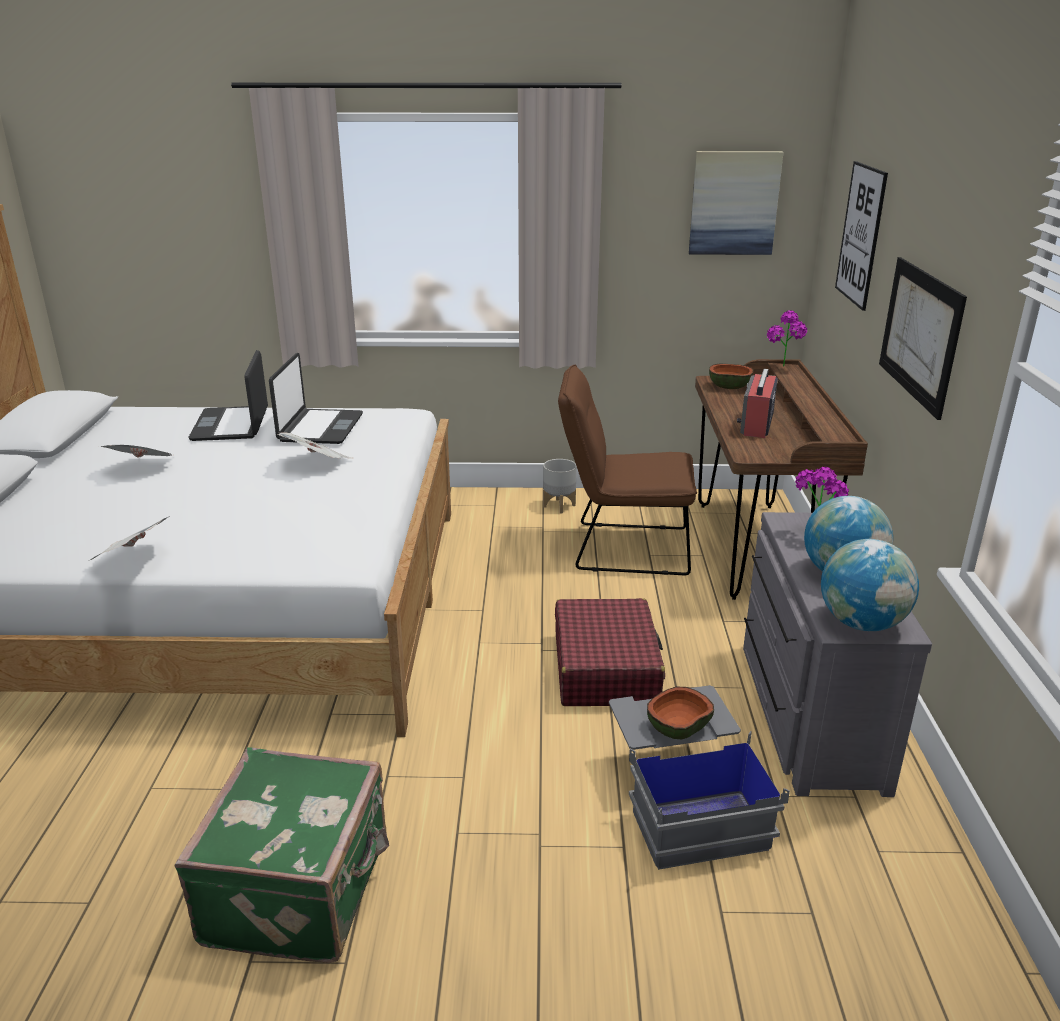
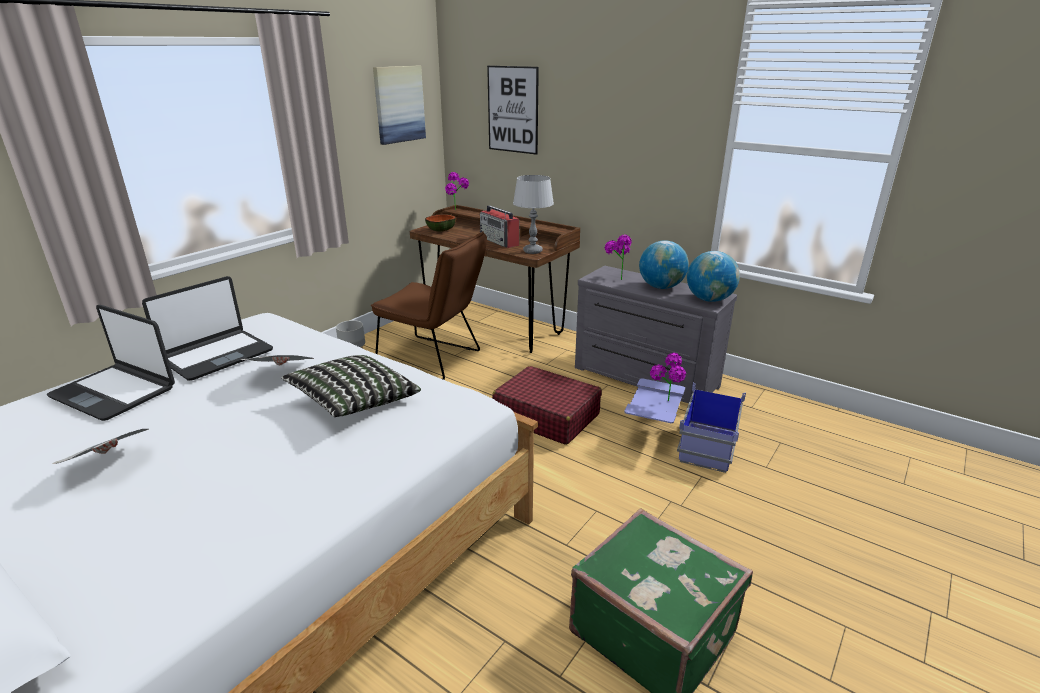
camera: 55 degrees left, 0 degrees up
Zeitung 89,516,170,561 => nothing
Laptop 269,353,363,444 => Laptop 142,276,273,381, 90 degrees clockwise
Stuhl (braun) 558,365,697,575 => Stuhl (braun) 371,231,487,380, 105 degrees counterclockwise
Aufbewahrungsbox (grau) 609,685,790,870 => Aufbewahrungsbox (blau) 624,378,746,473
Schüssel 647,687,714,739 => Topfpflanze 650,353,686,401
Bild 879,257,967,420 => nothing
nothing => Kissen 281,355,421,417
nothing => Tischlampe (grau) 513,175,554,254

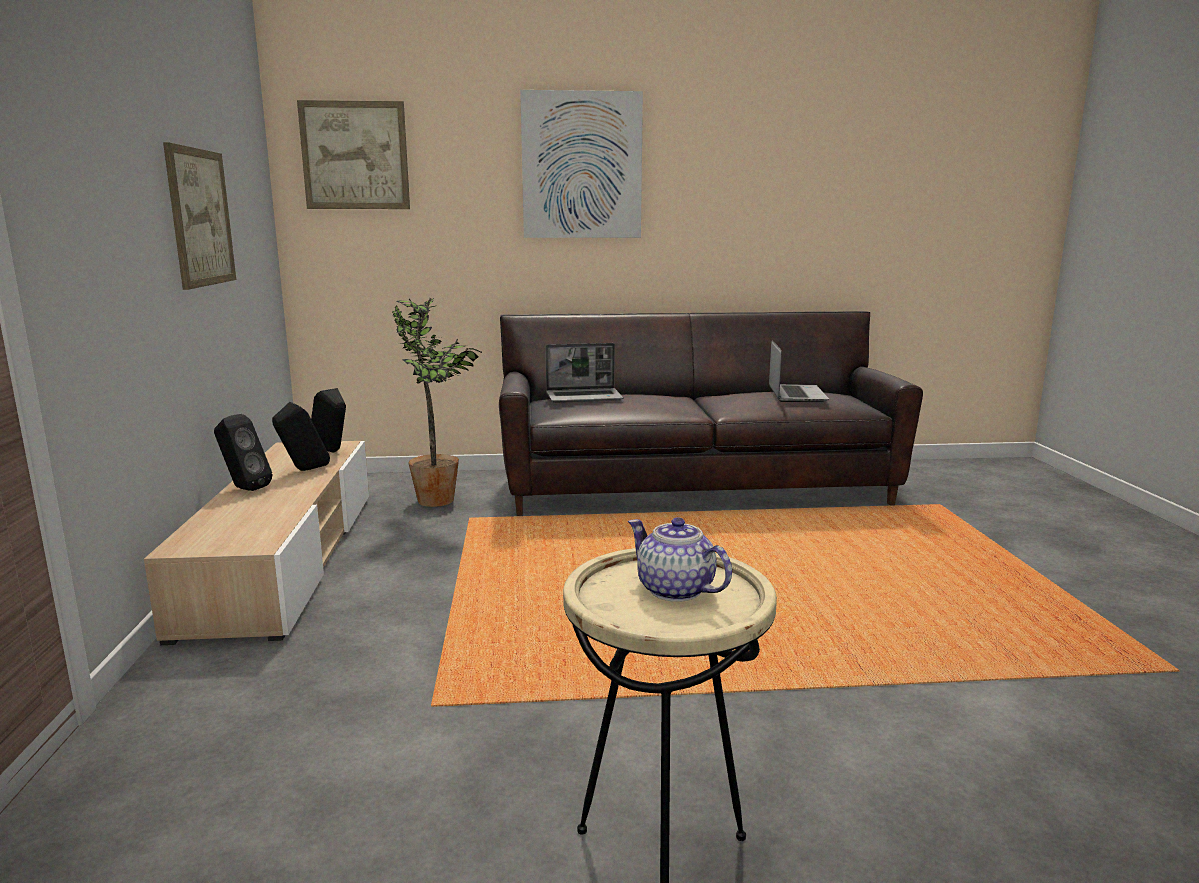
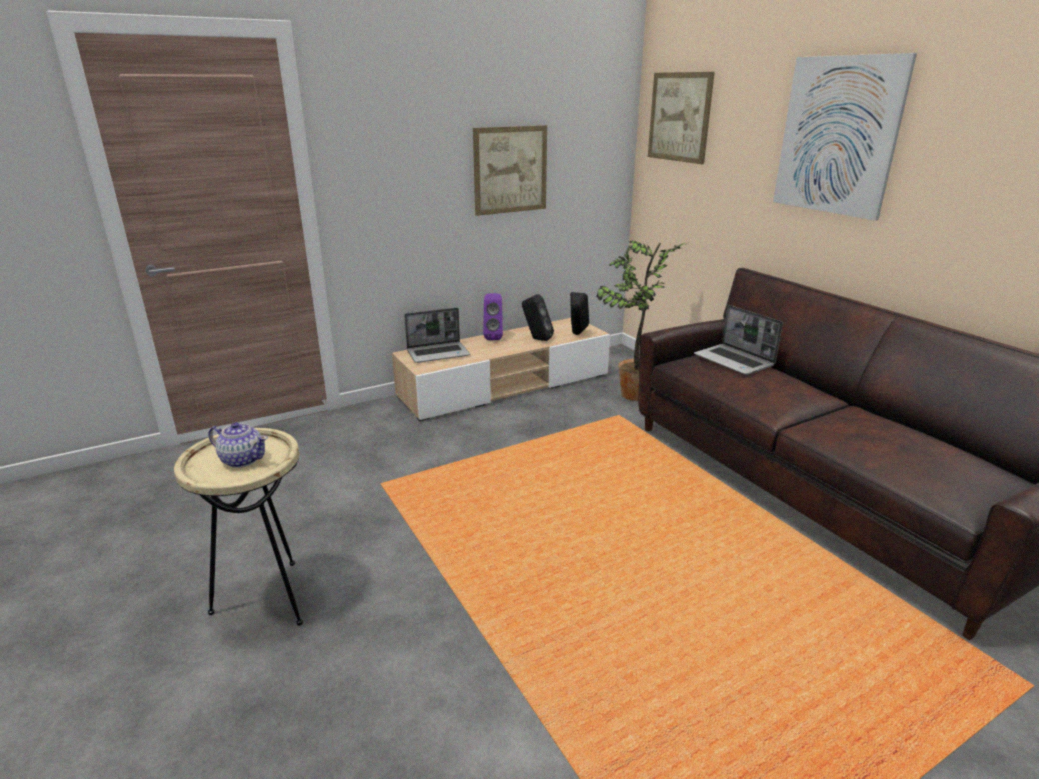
camera: 65 degrees right, 10 degrees up
Lautsprecher (schwarz) 214,414,273,491 => Lautsprecher (lila) 483,293,503,340
Teekanne 628,517,732,602 => Teekanne 208,422,268,468, 90 degrees clockwise
Laptop 769,340,829,402 => Laptop 404,308,470,363, shifted

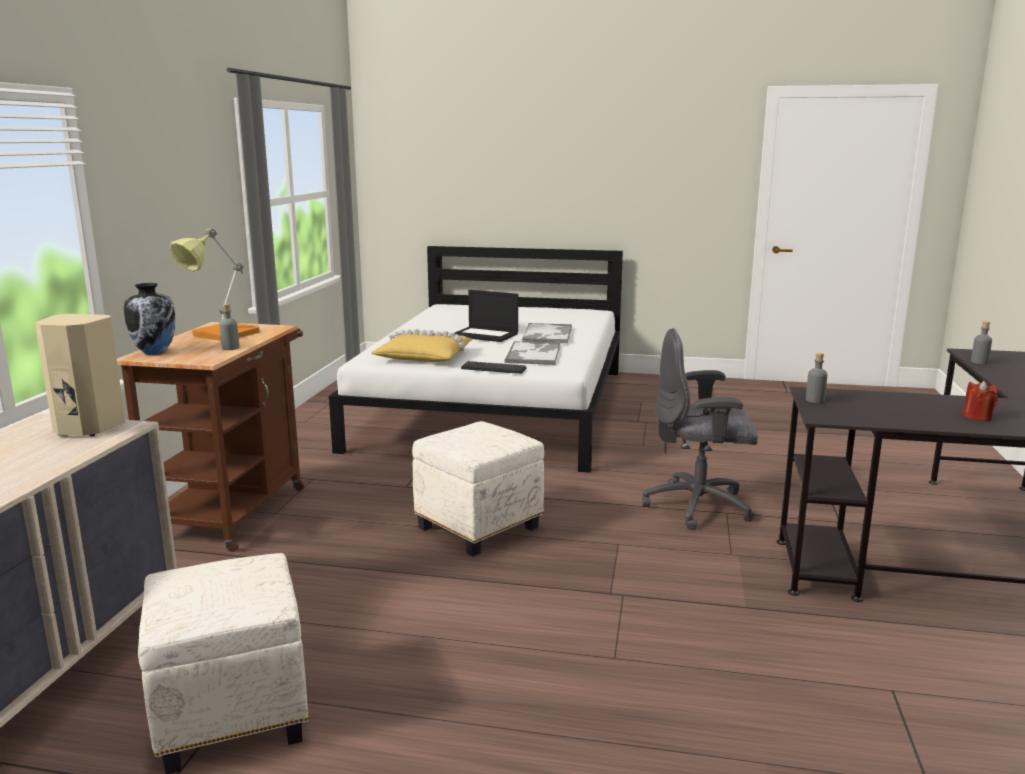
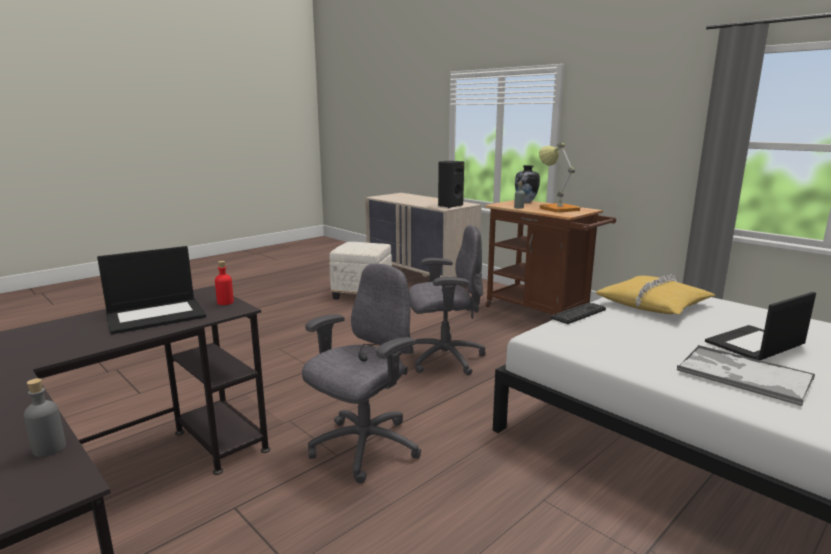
camera: 125 degrees right, 0 degrees up
Lautsprecher (beige) 35,314,125,436 => Lautsprecher (schwarz) 438,161,464,208
Polsterhocker (weiß) 412,421,544,556 => Bürostuhl (grau) 409,225,485,376
Tablett 504,341,560,365 => nothing
Flasche (grau) 806,353,827,403 => Flasche (rot) 215,261,234,305
Kerze (rot) 962,381,998,421 => nothing
nothing => Laptop 97,246,206,334

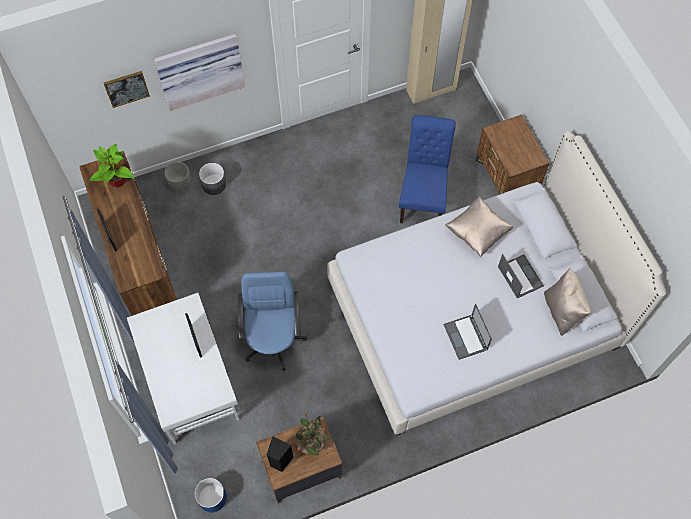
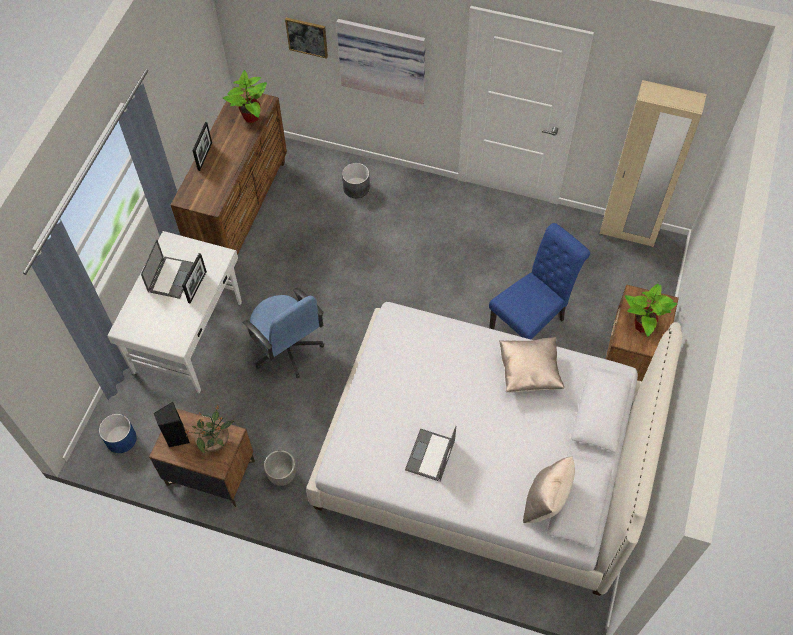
camera: 40 degrees right, 5 degrees down
Pflanzkübel 164,162,190,190 => Pflanzkübel 264,450,296,486, shifted
Bürostuhl (blau) 238,271,307,371 => Bürostuhl (blau) 243,288,324,378, 105 degrees clockwise
Laptop 498,254,544,298 => Laptop 141,239,194,299, shifted
nothing => Topfpflanze 625,284,677,337

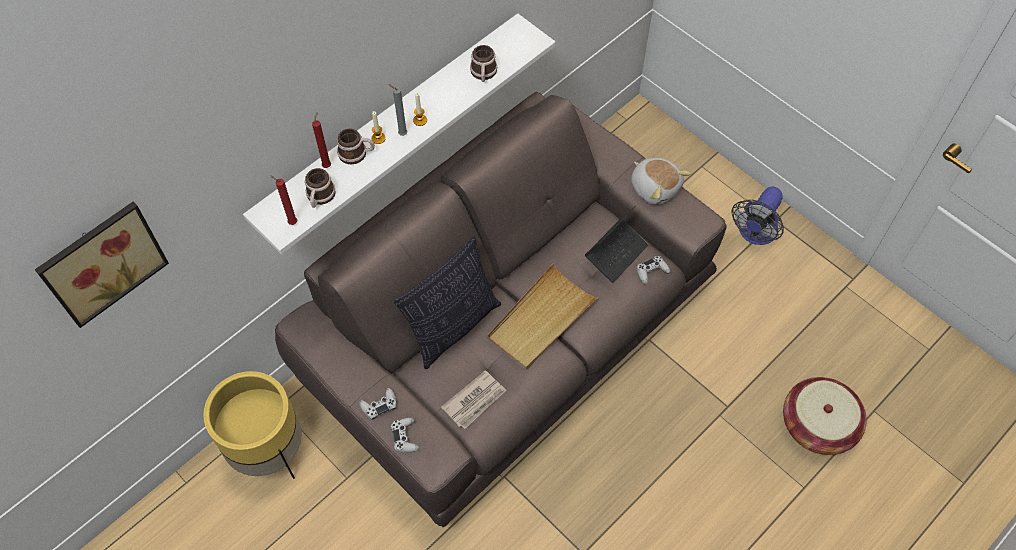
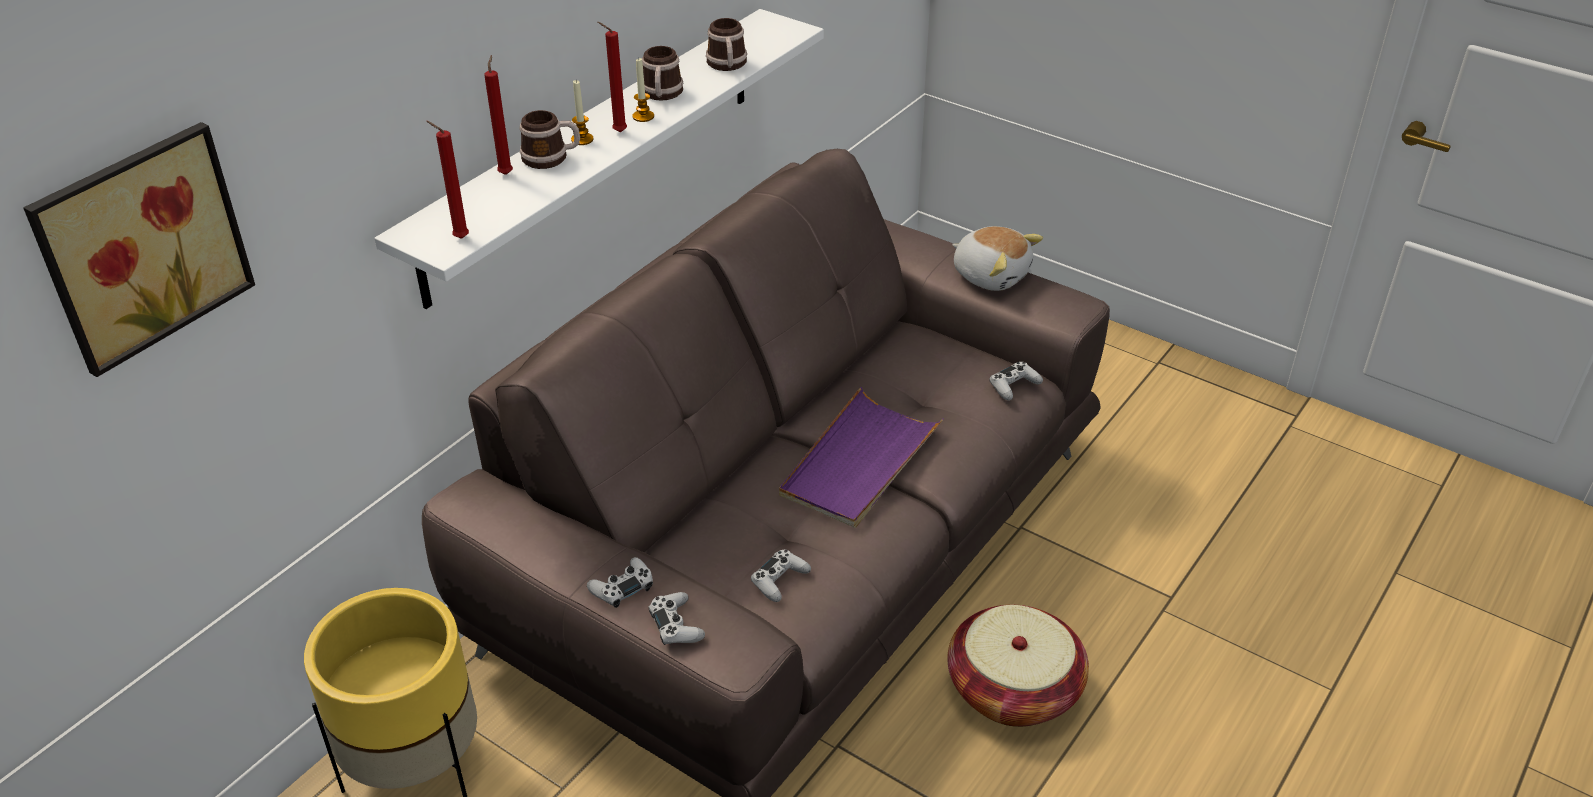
camera: 10 degrees left, 20 degrees down
Henkelbecher 305,168,336,208 => Henkelbecher 642,46,684,101, shifted
Kerze (grau) 388,84,407,136 => Kerze (rot) 597,22,627,132
Kissen 394,236,501,369 => nothing
Zeitung 441,370,507,429 => Gamepad (weiß) 751,549,811,602
Tablett (beige) 487,264,598,370 => Tablett (lila) 779,387,944,528
Laptop 585,206,648,283 => nothing
Ventilator 731,187,784,245 => nothing
Korb 783,377,867,455 => Korb 947,605,1089,727, shifted

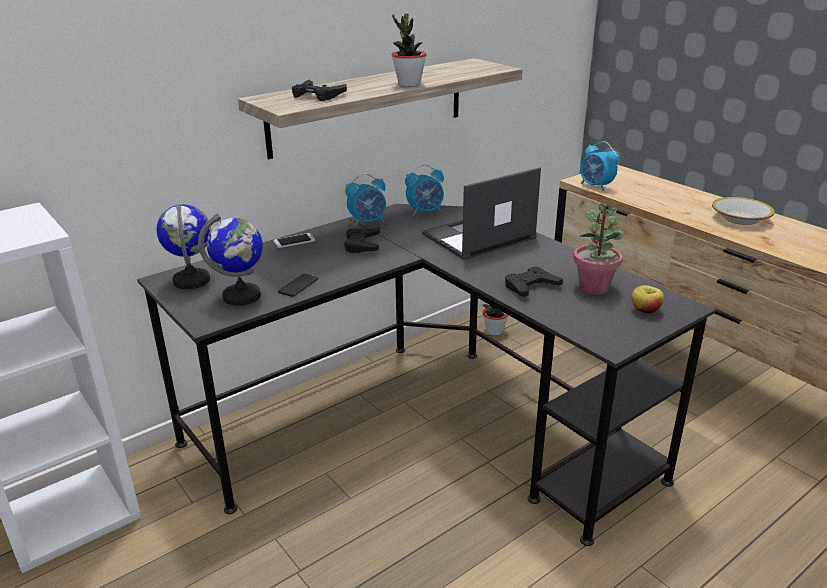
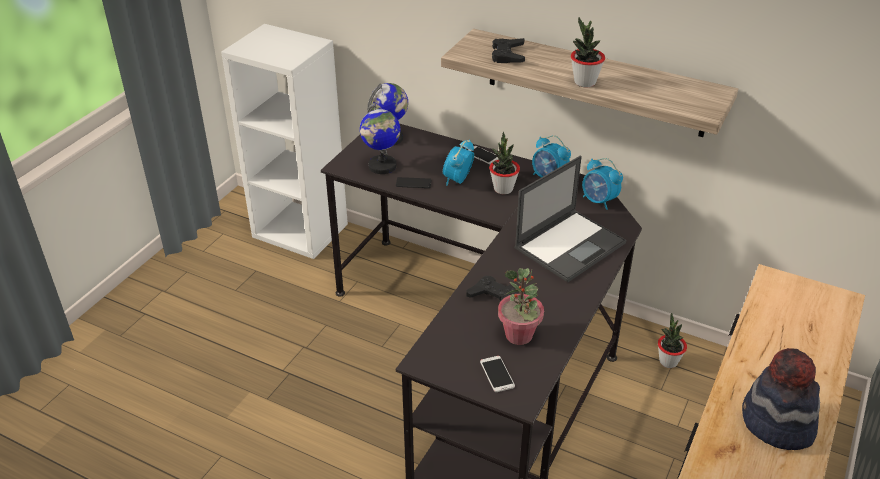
camera: 65 degrees right, 10 degrees up
Gamepad (schwarz) 344,228,380,253 => Topfpflanze 489,132,520,194
Laptop 422,167,541,260 => Laptop 514,156,626,282, 105 degrees clockwise
Wecker 580,141,619,191 => Wecker 443,140,474,186, shifted
Apfel 632,285,664,314 => Handy 480,356,515,392
Schüssel 712,197,775,225 => Hut 742,348,820,450

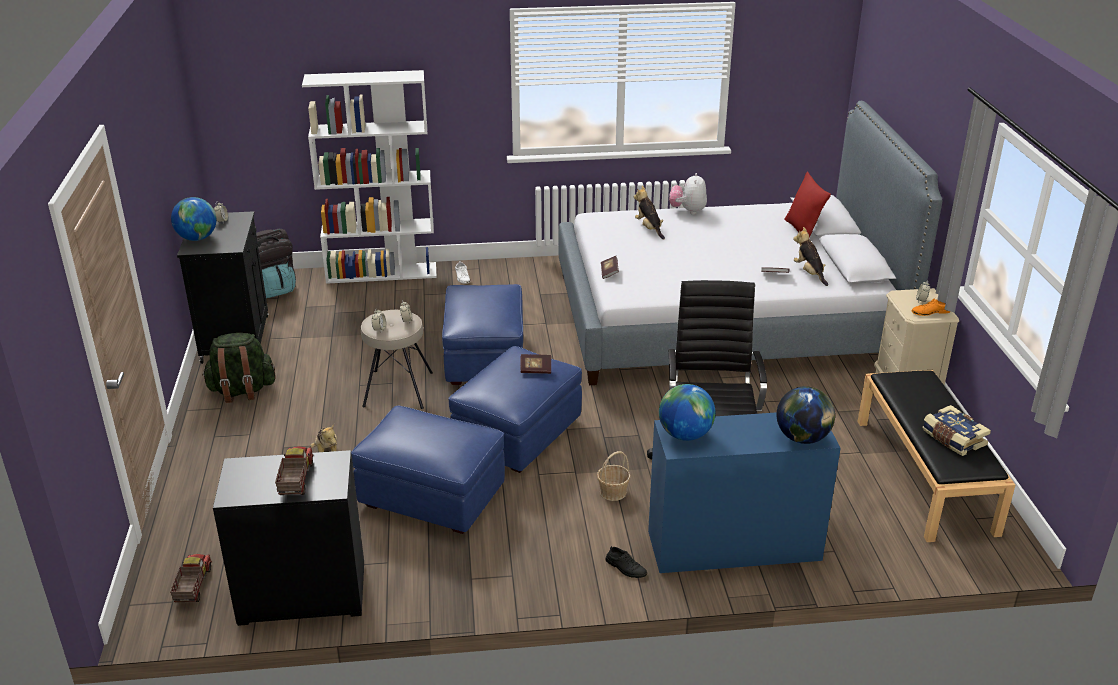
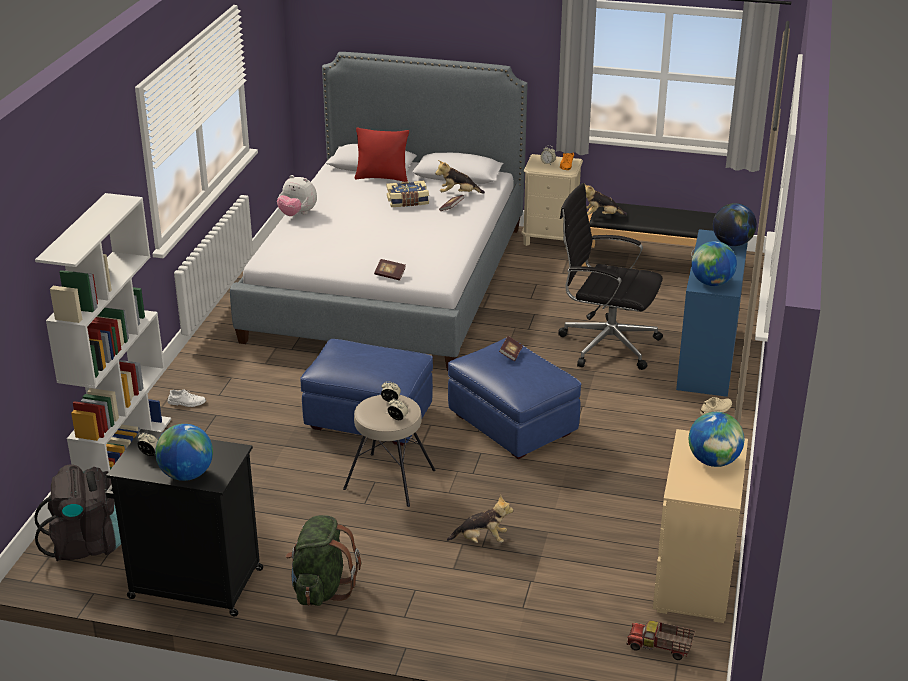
camera: 70 degrees left, 0 degrees up
Kommode (schwarz) 213,450,364,626 => Kommode (beige) 653,429,748,623
Spielzeuglaster 275,446,313,495 => Globus 689,412,744,467
Polsterhocker (blau) 351,406,505,534 => nothing
Korb 597,451,630,501 => nothing
Schuh (schwarz) 606,546,647,578 => Schuh (beige) 700,397,732,415
Plüschtier 634,186,665,239 => Plüschtier 585,184,627,215, shifted
Buch 922,405,991,456 => Buch 386,181,429,207, shifted

